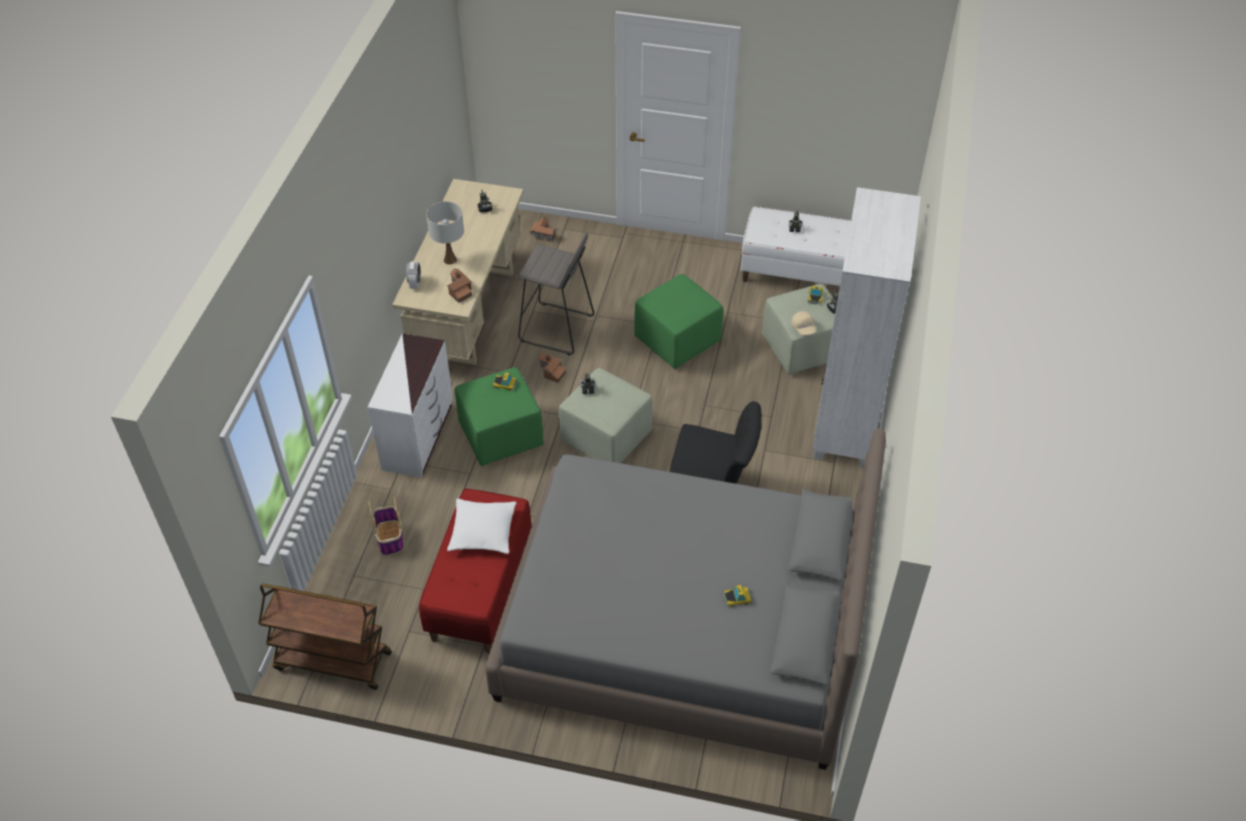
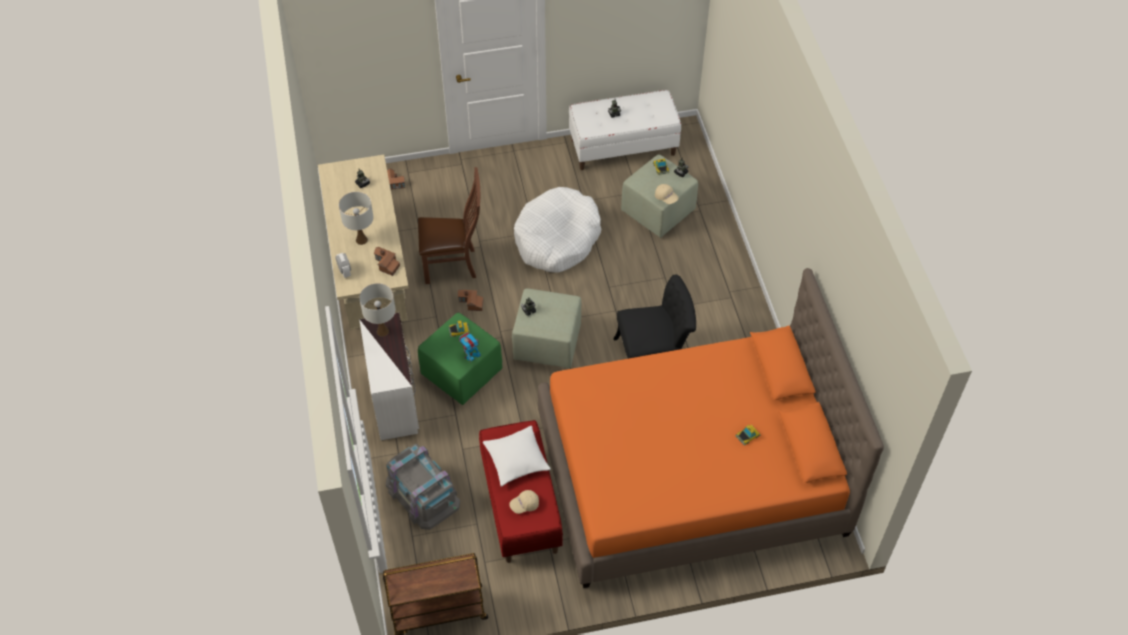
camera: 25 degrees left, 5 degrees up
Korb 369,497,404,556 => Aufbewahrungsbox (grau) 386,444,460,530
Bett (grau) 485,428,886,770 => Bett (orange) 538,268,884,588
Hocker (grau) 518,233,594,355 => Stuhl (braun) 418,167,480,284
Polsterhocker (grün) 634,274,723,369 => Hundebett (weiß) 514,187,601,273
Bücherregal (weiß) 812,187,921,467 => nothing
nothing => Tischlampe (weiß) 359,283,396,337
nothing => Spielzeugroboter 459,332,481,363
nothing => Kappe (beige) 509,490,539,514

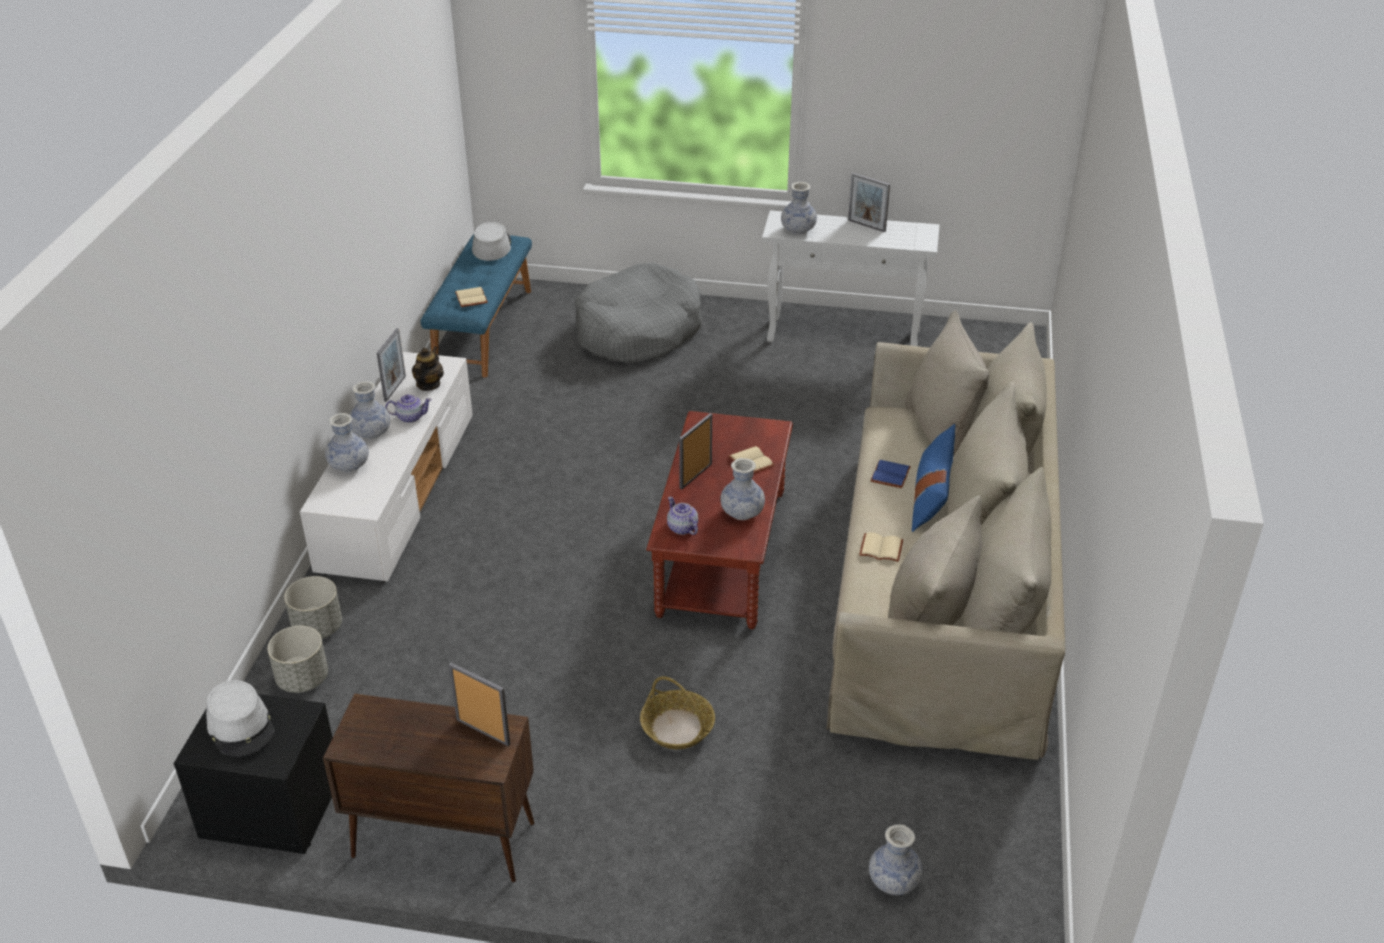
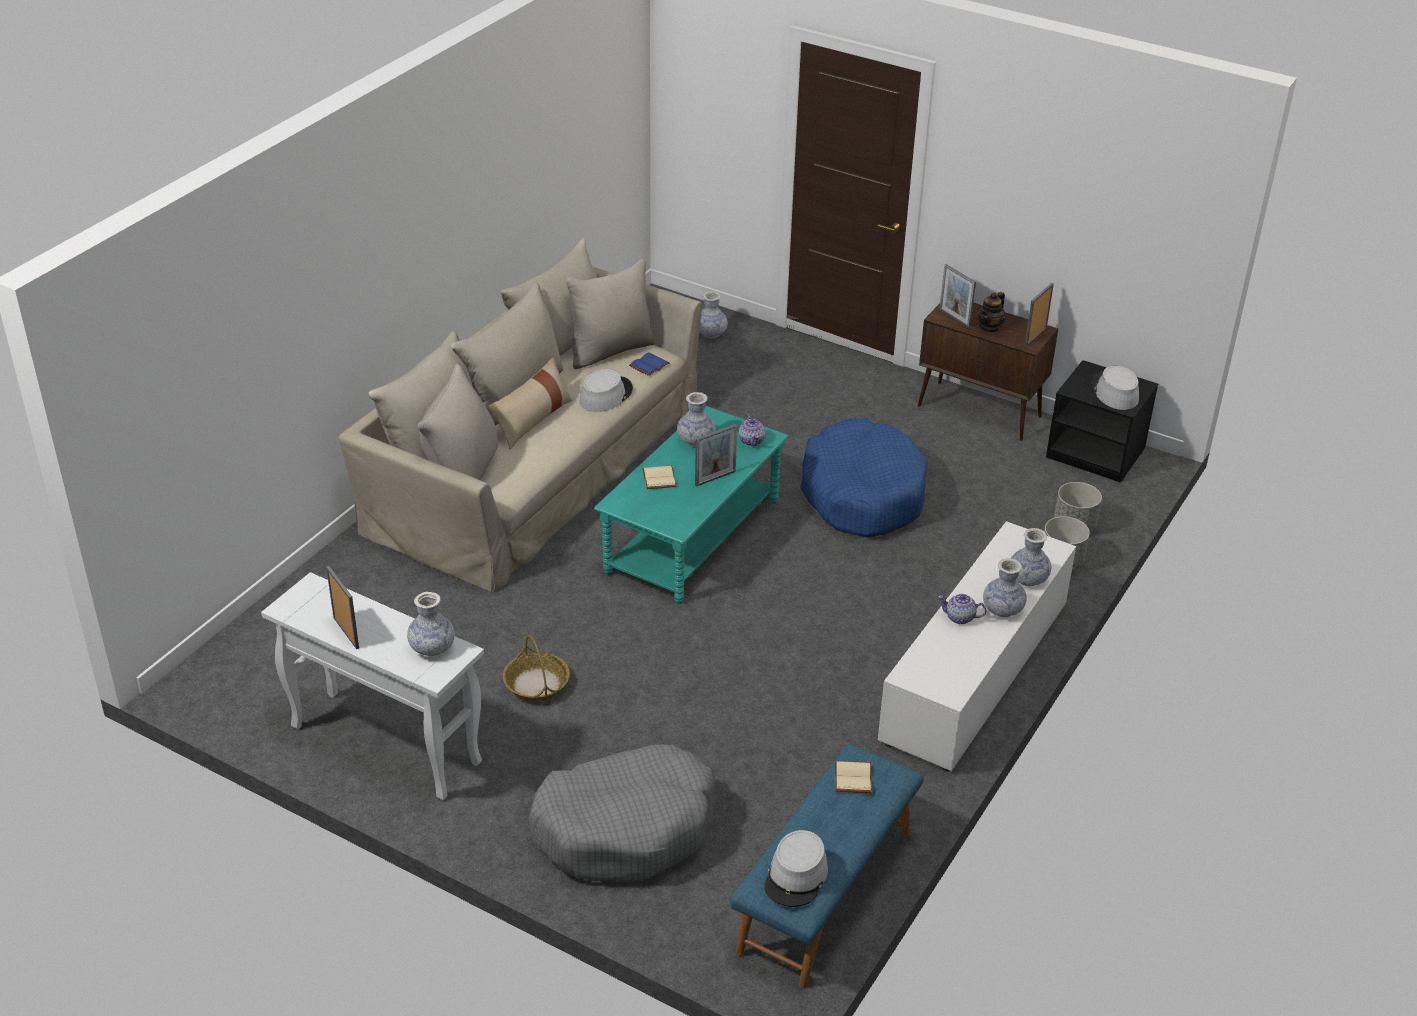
camera: 160 degrees left, 0 degrees up
Bilderrahmen 377,328,406,402 => Bilderrahmen 1025,283,1054,347, shifted
Teekanne 412,346,444,391 => Teekanne 977,292,1005,333, shifted
Korb 640,676,715,749 => Korb 503,635,570,702, shifted
Couchtisch (braun) 646,411,793,629 => Couchtisch (türkis) 594,406,788,604
Buch (beige) 859,533,903,562 => Hut (grau) 580,369,633,412
Buch (blau) 870,460,911,488 => Buch (blau) 629,352,670,376, shifted
Kissen (blau) 912,424,955,532 => Kissen (beige) 488,357,573,449
nothing => Hundebett (blau) 800,418,928,538

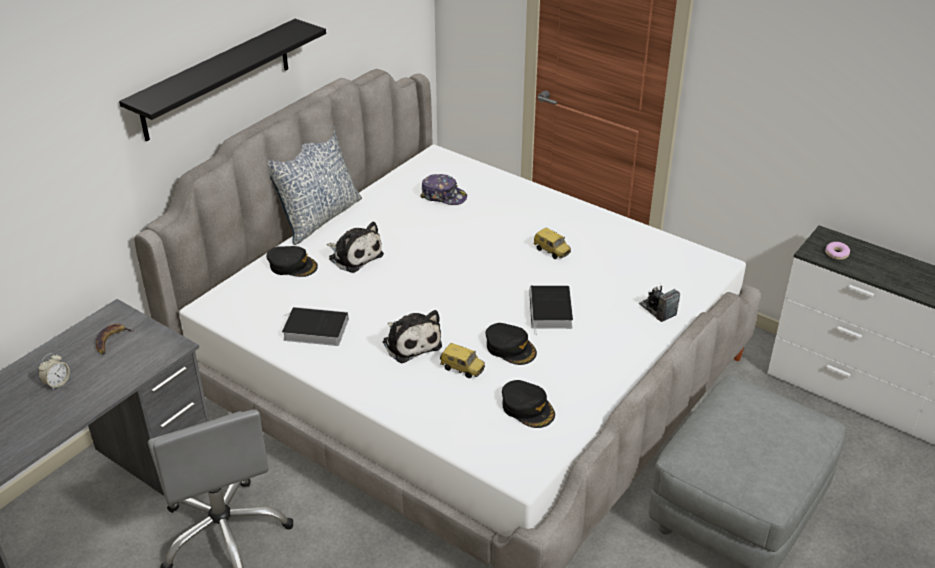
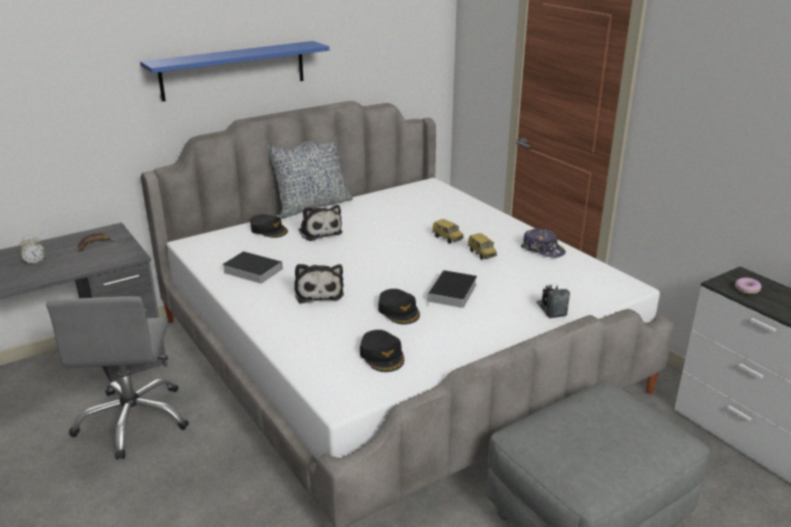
camera: 20 degrees right, 10 degrees down
Wandregal (schwarz) 119,19,326,142 => Wandregal (blau) 140,41,330,102
Kappe 420,174,467,205 => Kappe 521,228,566,258, shifted
Spielzeugauto 440,343,485,378 => Spielzeugauto 432,219,464,244, shifted

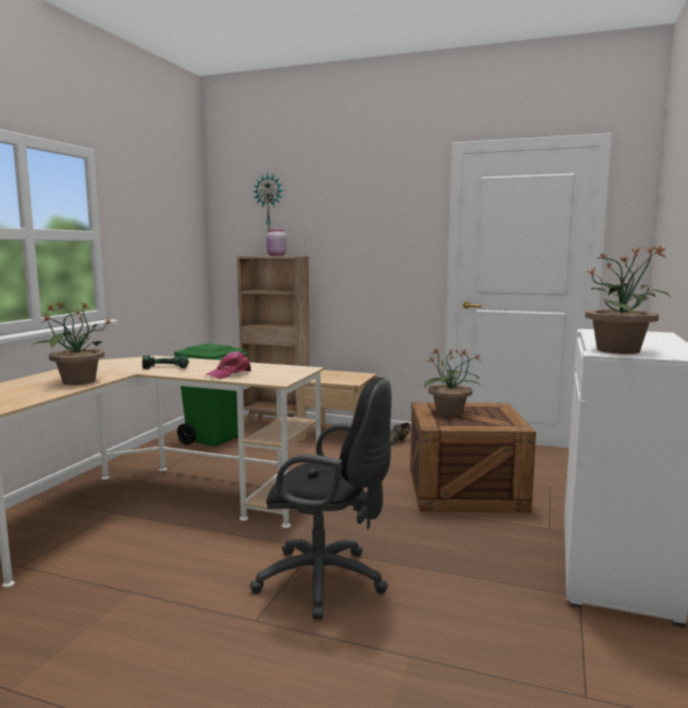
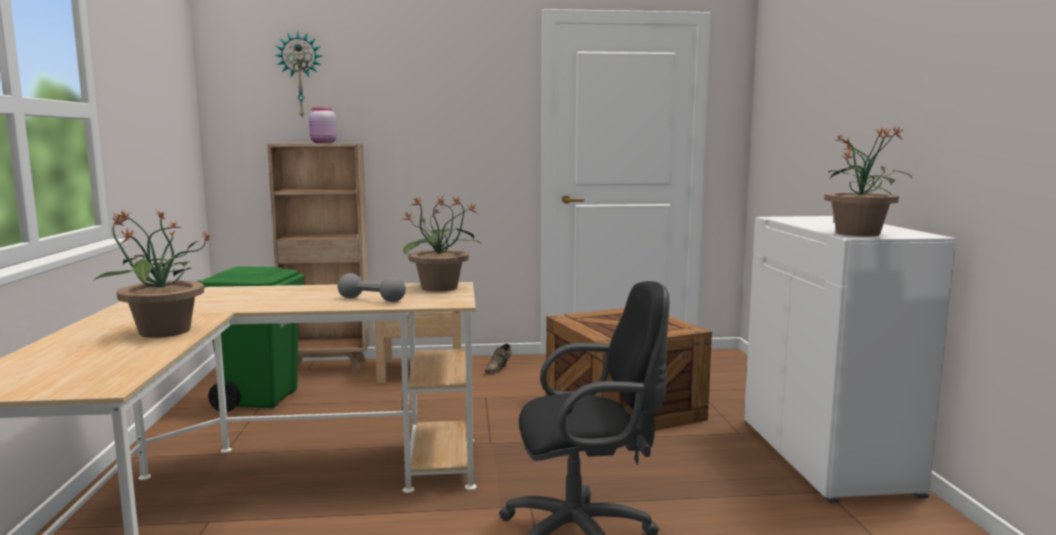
camera: 25 degrees left, 0 degrees up
Bohrmaschine 142,354,189,369 => nothing
Kappe (rosa) 205,351,251,379 => Hantel (grau) 337,273,406,302
Topfpflanze 424,348,481,417 => Topfpflanze 403,195,482,292, shifted

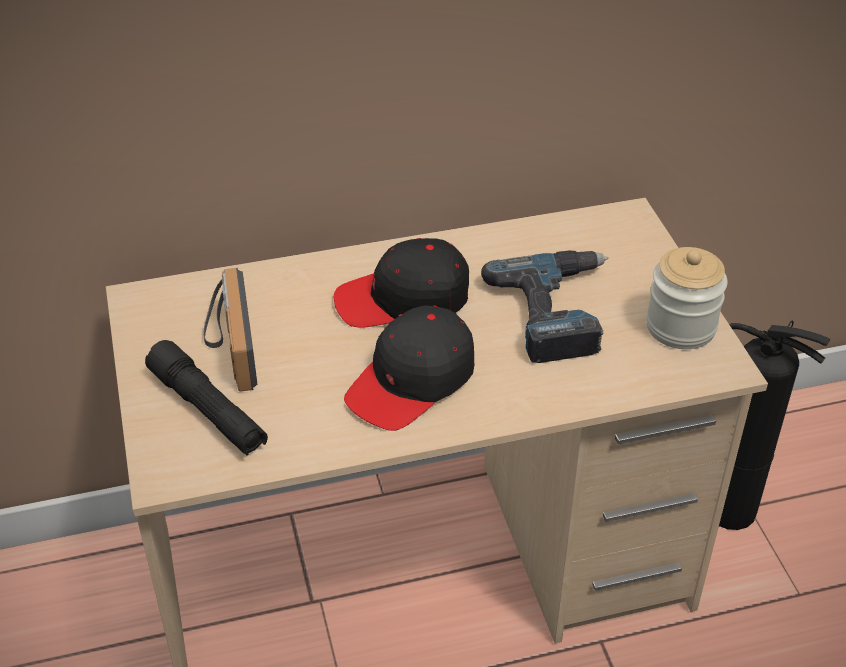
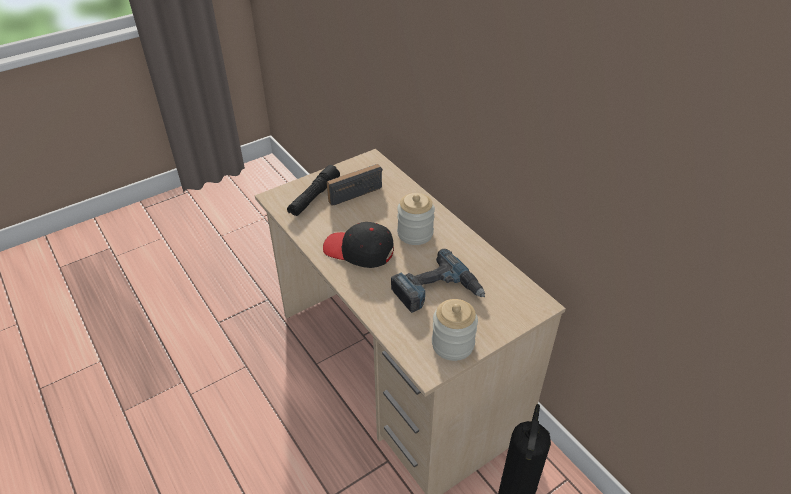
camera: 70 degrees right, 0 degrees up
Kappe (schwarz) 334,238,469,327 => Vorratsglas 397,193,435,245

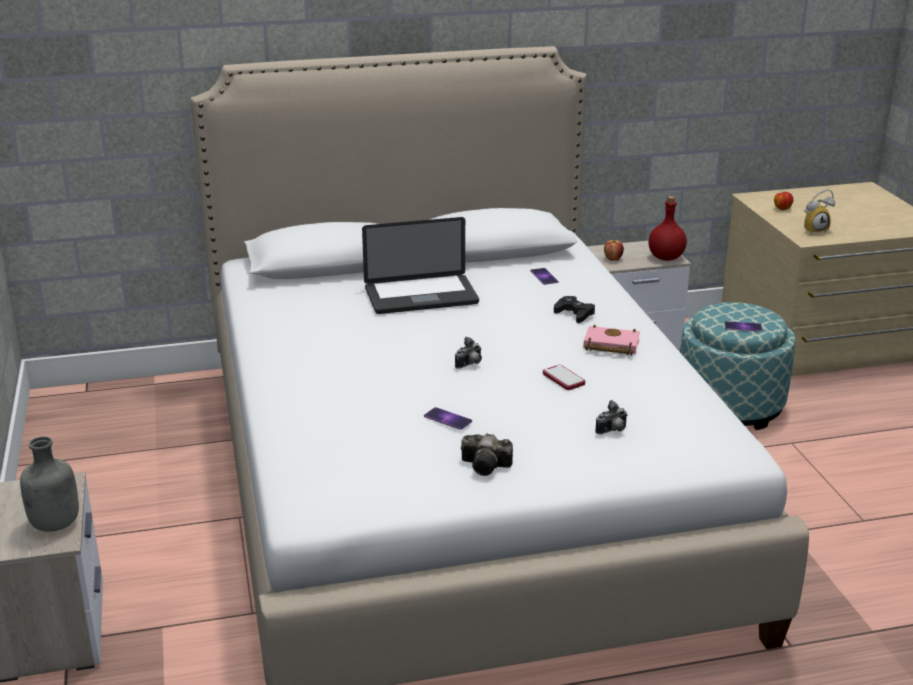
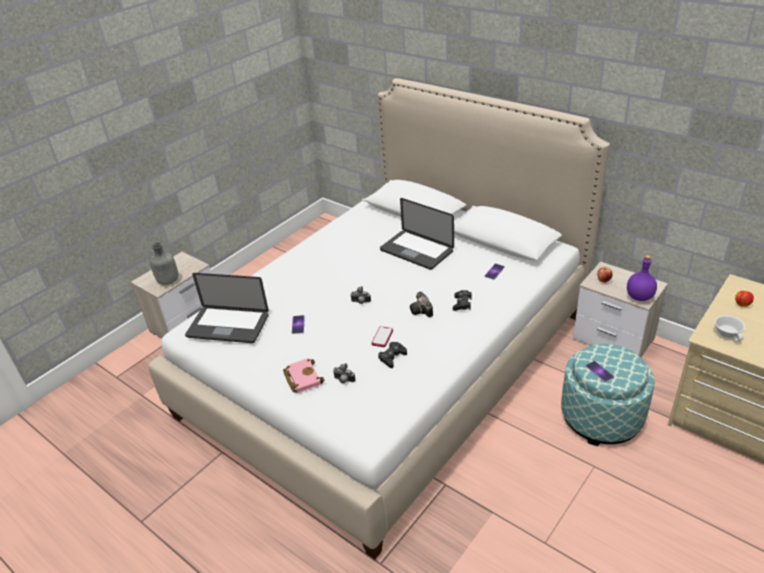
camera: 55 degrees right, 10 degrees up
Kamera 461,433,513,476 => Kamera 410,292,433,317, shifted
Buch (rosa) 583,324,640,356 => Buch (rosa) 283,358,324,393, shifted
Flasche (rot) 649,196,687,261 => Flasche (lila) 627,255,657,301
Wecker 804,189,835,235 => Tasse (weiß) 715,315,745,342
nothing => Laptop 185,273,269,343
nothing => Gamepad (schwarz) 378,342,407,368

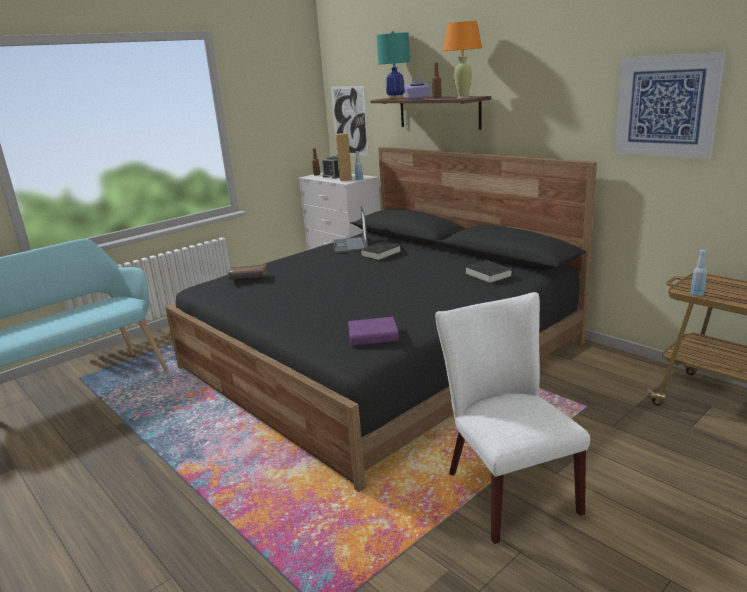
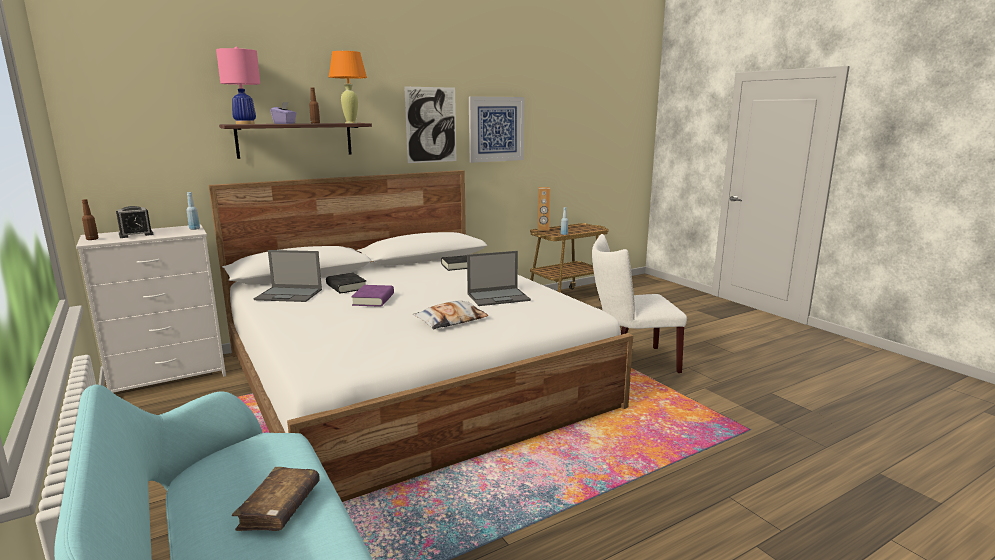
camera: 80 degrees left, 5 degrees down
Bett (schwarz) 165,147,597,492 => Bett (weiß) 208,170,633,502
Buch (braun) 228,264,268,279 => Buch (braun) 232,467,320,531, shifted
Bild 331,86,369,156 => Bild 404,87,457,163, shifted
Lautsprecher (braun) 335,133,352,181 => Lautsprecher (braun) 537,187,550,231, shifted
Buch (lila) 348,317,399,346 => Buch (lila) 351,285,394,307, shifted
Tischlampe (türkis) 377,31,410,99 => Tischlampe (rosa) 216,47,260,124
nothing => Kissen 413,300,488,329
nothing => Laptop 467,251,531,306

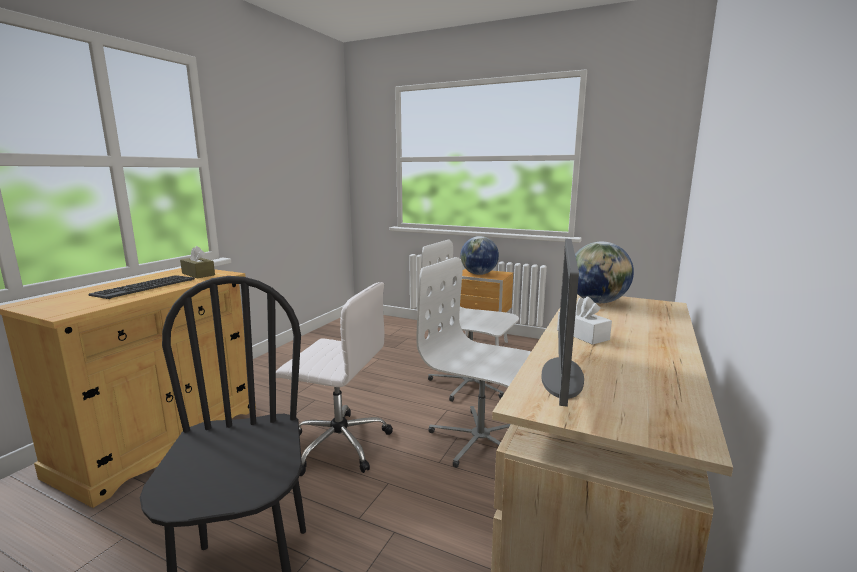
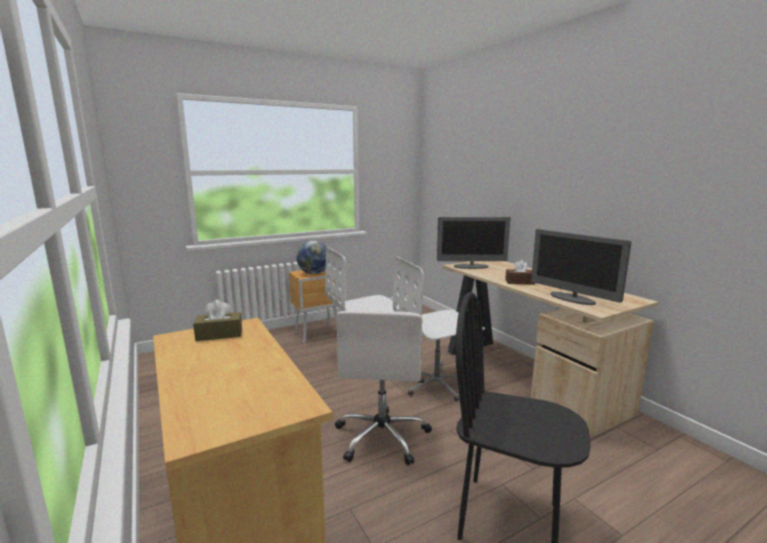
camera: 55 degrees left, 0 degrees up
Tastatur 89,275,195,299 => nothing
Bürostuhl (weiß) 276,282,393,476 => Bürostuhl (weiß) 335,310,432,465, 135 degrees clockwise
Taschentuchbox (weiß) 557,296,612,345 => Taschentuchbox (braun) 505,260,535,285
Globus 575,241,634,303 => Monitor 437,217,510,269

